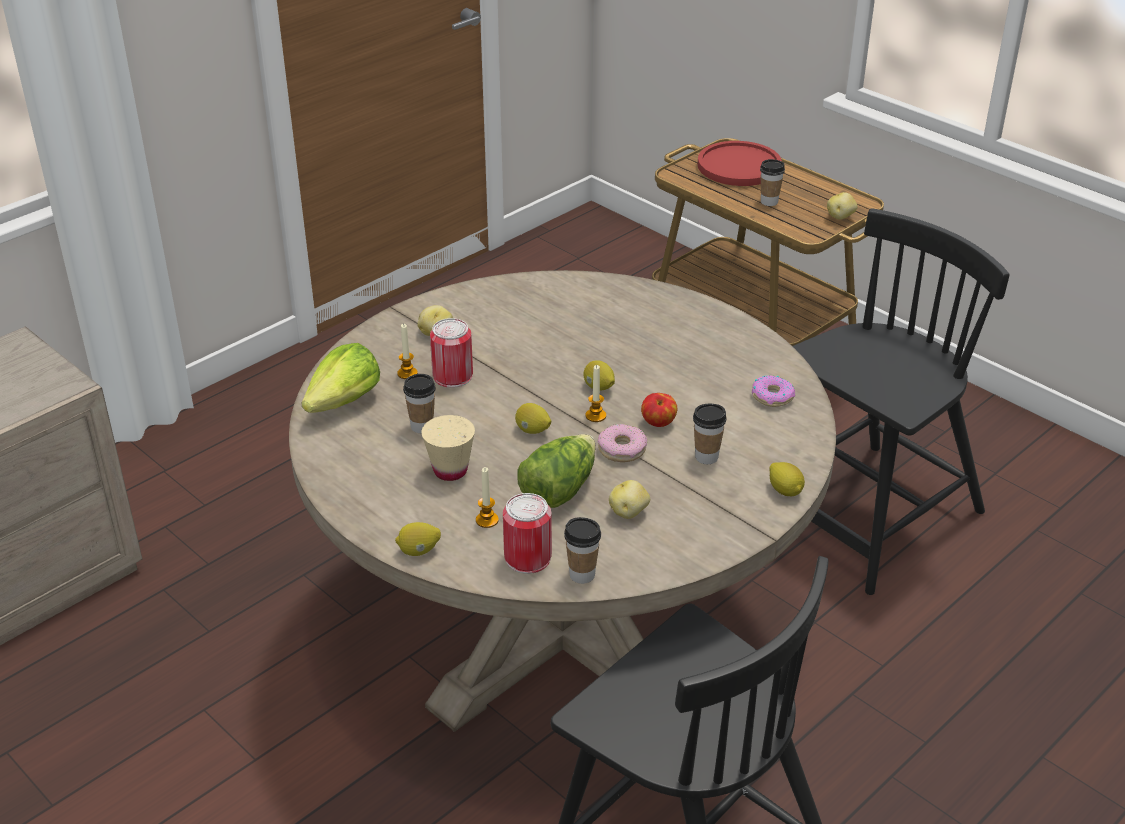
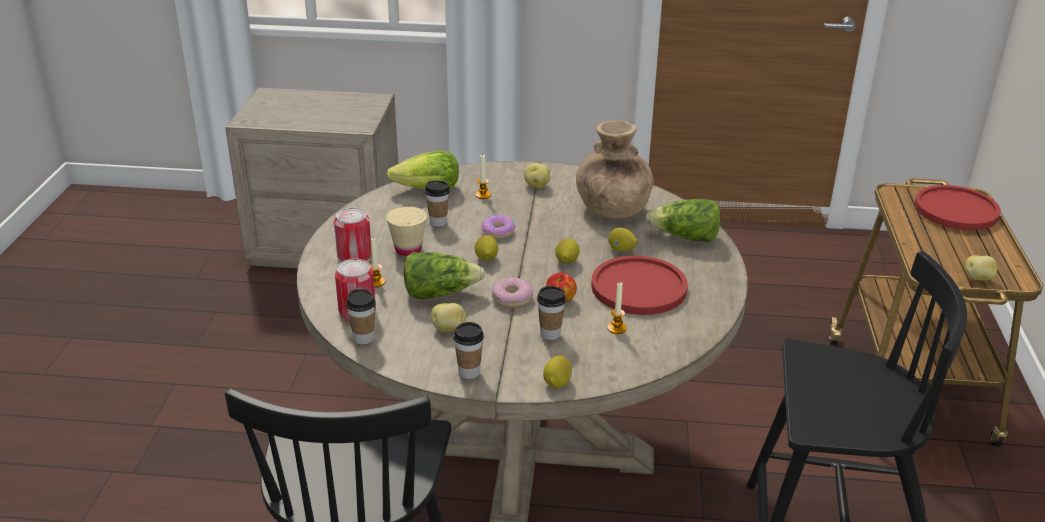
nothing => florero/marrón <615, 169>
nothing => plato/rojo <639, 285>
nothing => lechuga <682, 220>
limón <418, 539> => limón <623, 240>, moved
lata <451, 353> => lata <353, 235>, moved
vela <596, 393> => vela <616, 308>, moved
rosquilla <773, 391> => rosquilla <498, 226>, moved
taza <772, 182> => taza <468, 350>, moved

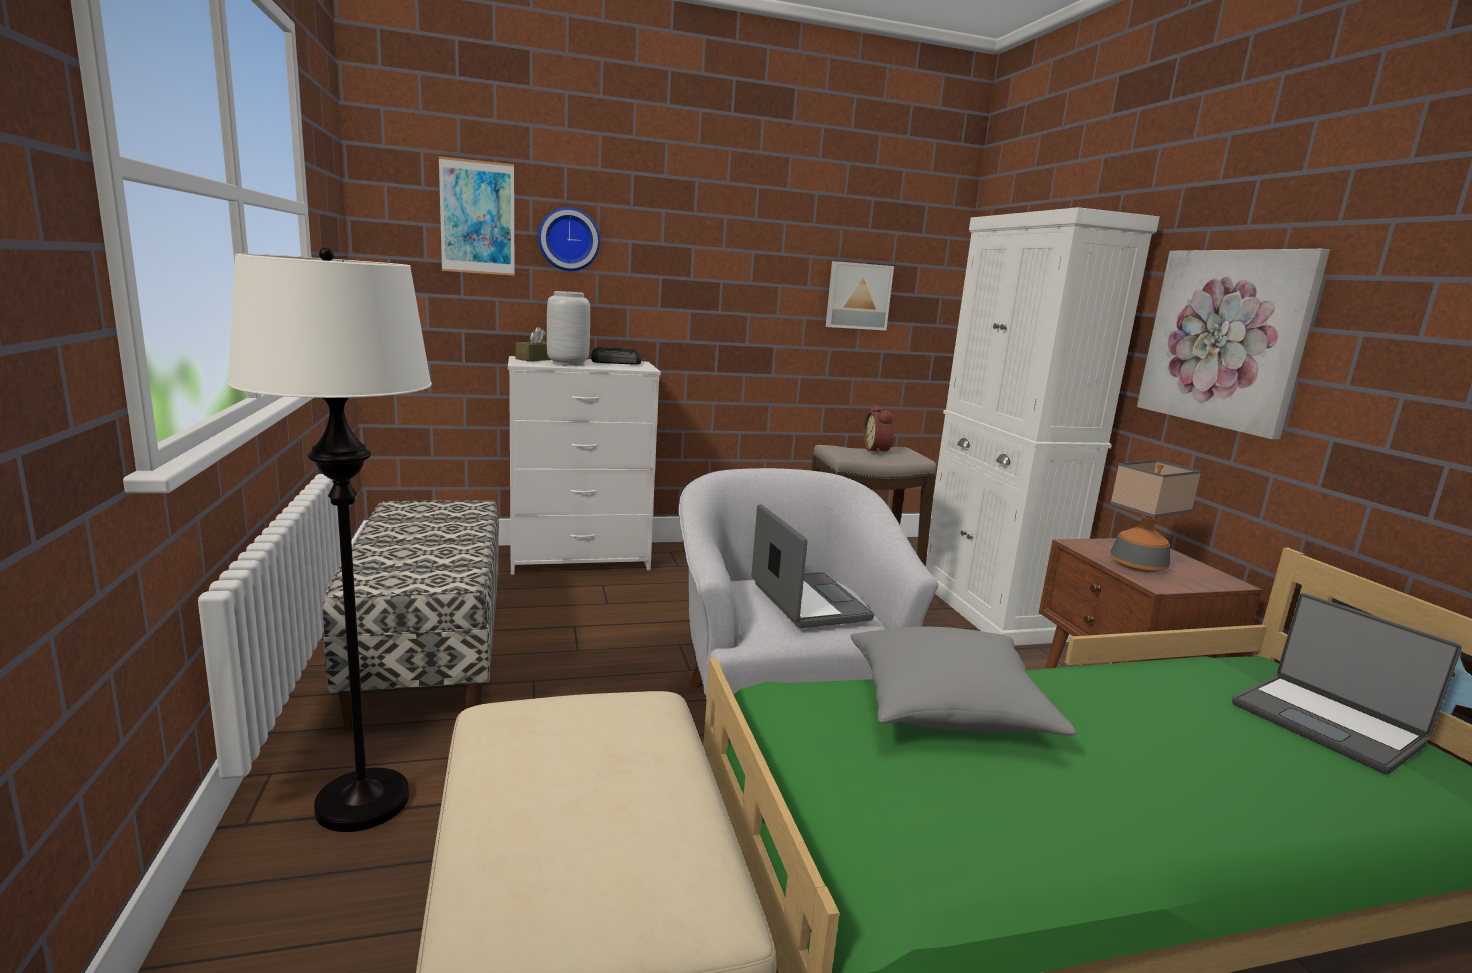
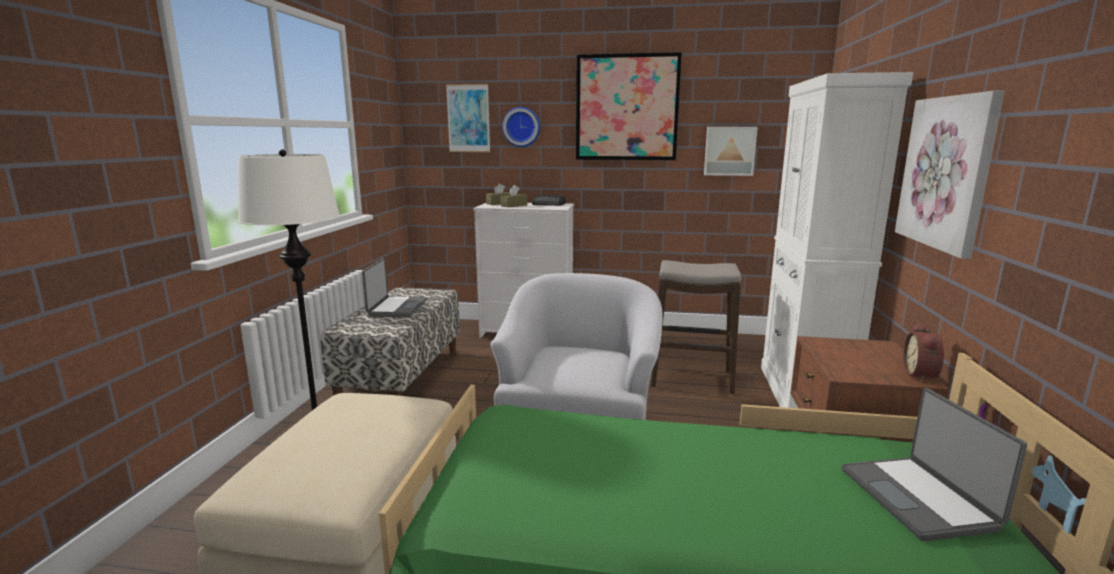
cojín/gris <963, 681> => nothing
lámpara de mesa <1156, 516> => nothing
nothing => cuadro <629, 106>
portátil <812, 566> => portátil <394, 287>, moved
despertador <878, 429> => despertador <923, 352>, moved
florero/gris <568, 328> => caja de pañuelos/marrón <513, 196>

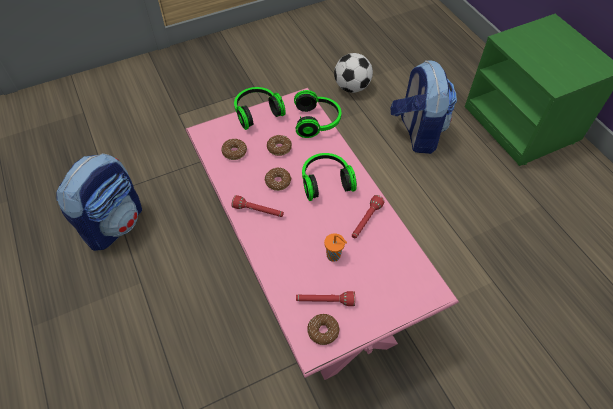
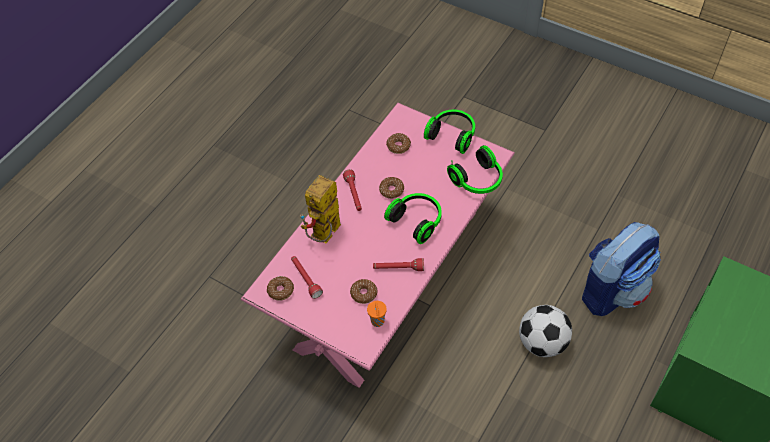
mochila <99, 202> => nothing
nothing => robot de juguete <320, 209>
rosquilla <279, 145> => rosquilla <364, 291>, moved
taza/naranja <335, 247> => taza/naranja <377, 314>, moved
balón de fútbol <353, 73> => balón de fútbol <545, 331>, moved

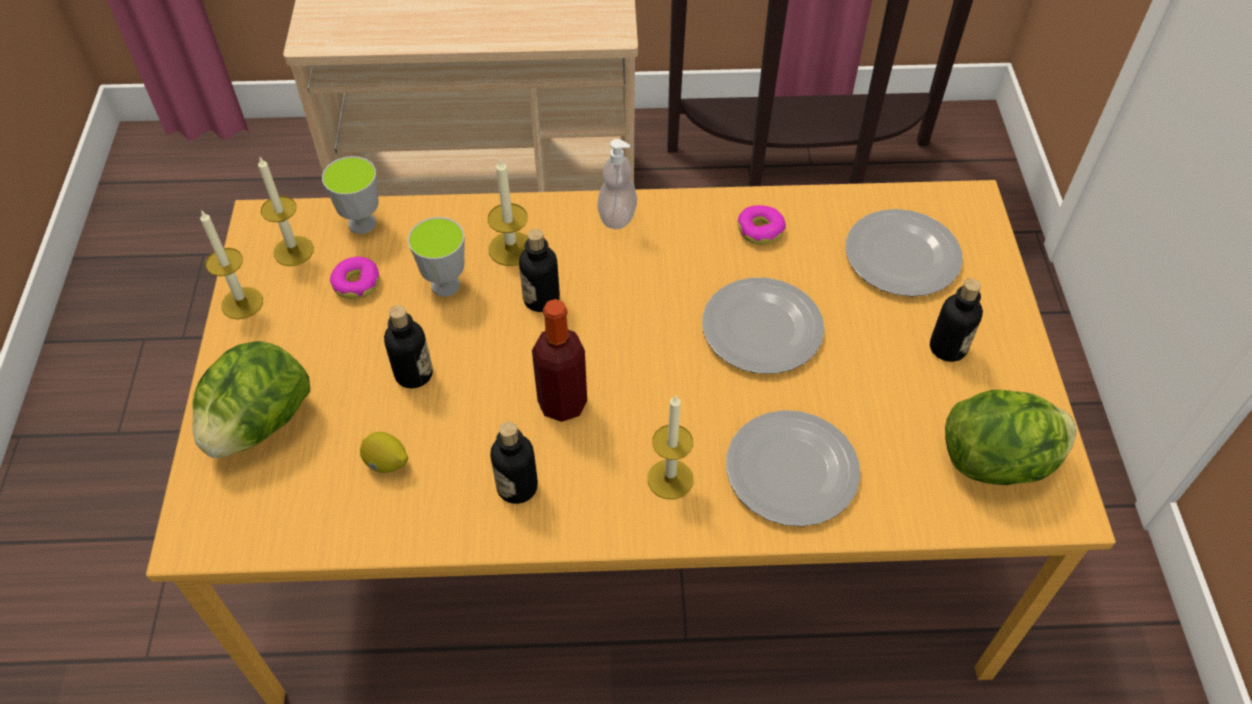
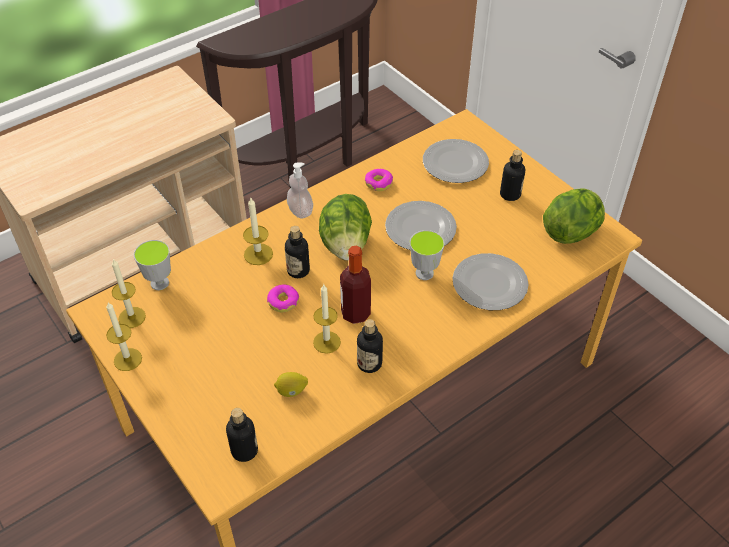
lechuga <251, 399> => lechuga <345, 227>, moved
rosquilla <354, 278> => rosquilla <283, 298>, moved
botella <408, 346> => botella <242, 435>, moved
taza <436, 257> => taza <427, 255>, moved
vela <670, 446> => vela <327, 319>, moved

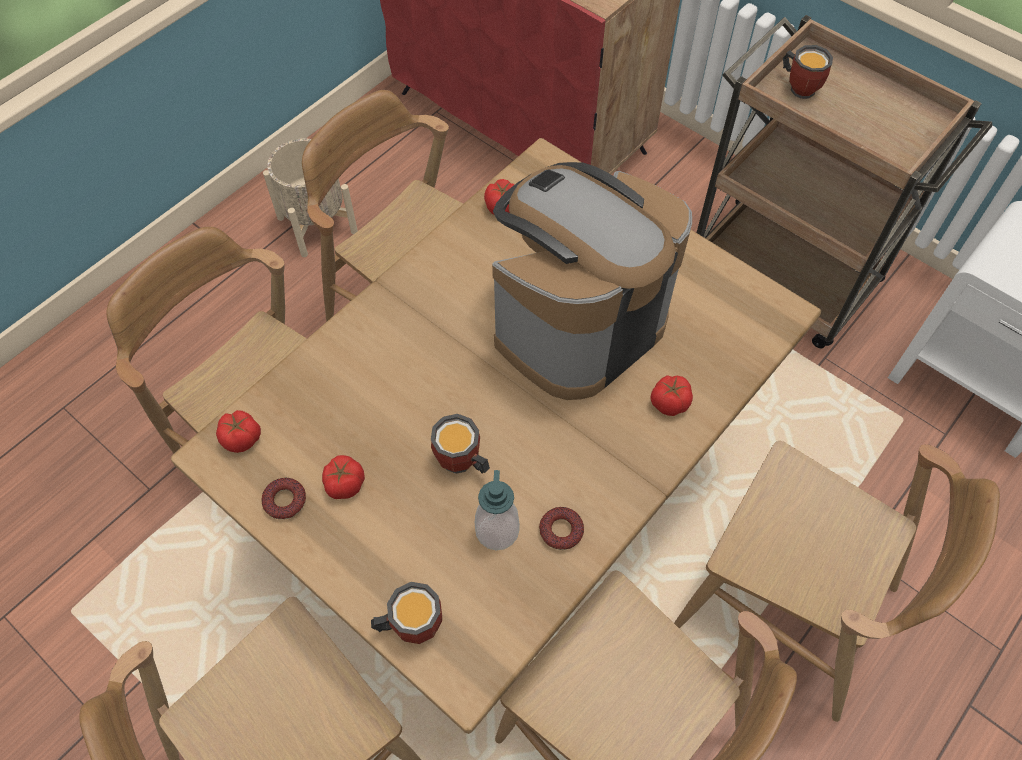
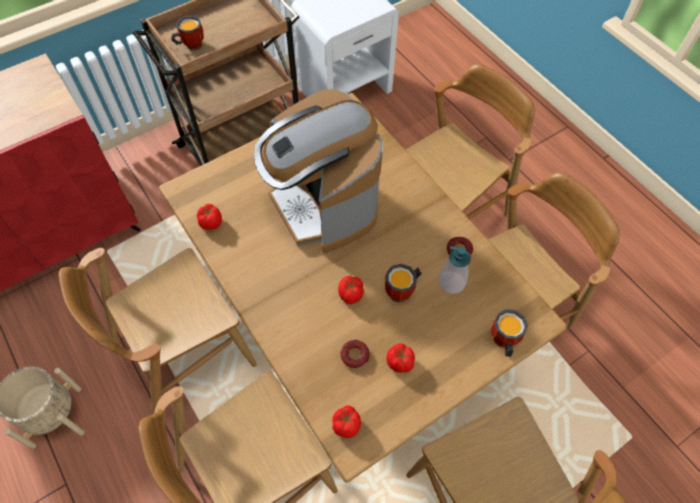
rosquilla <284, 499> => rosquilla <355, 354>, moved
tomate <672, 395> => tomate <351, 290>, moved

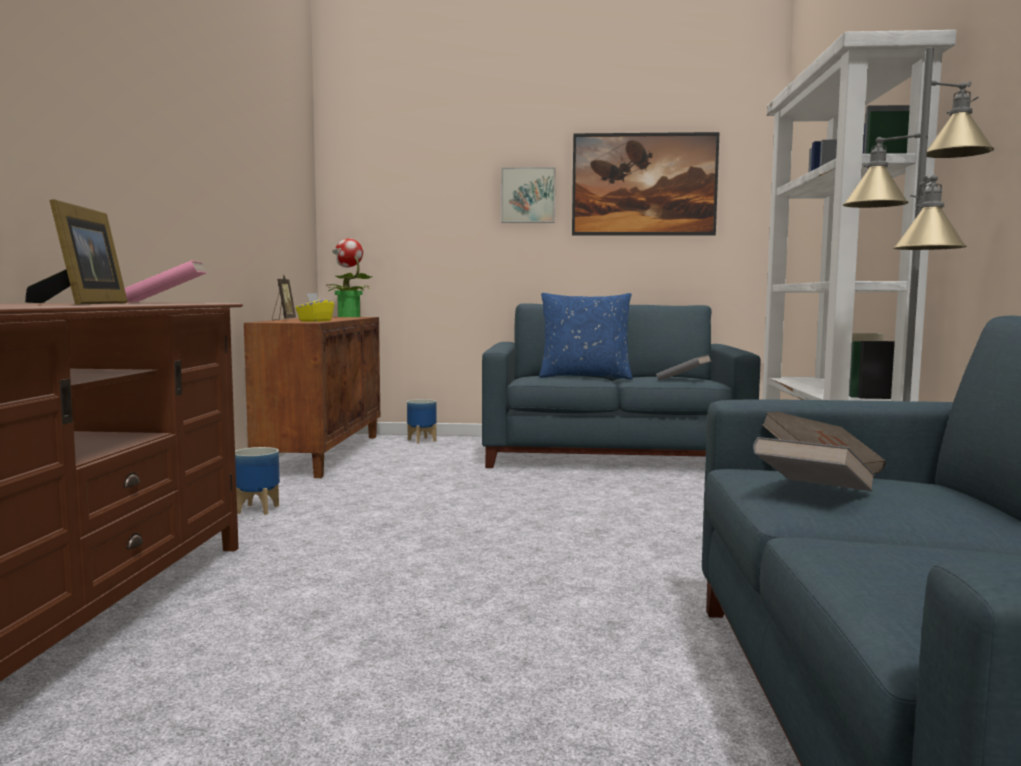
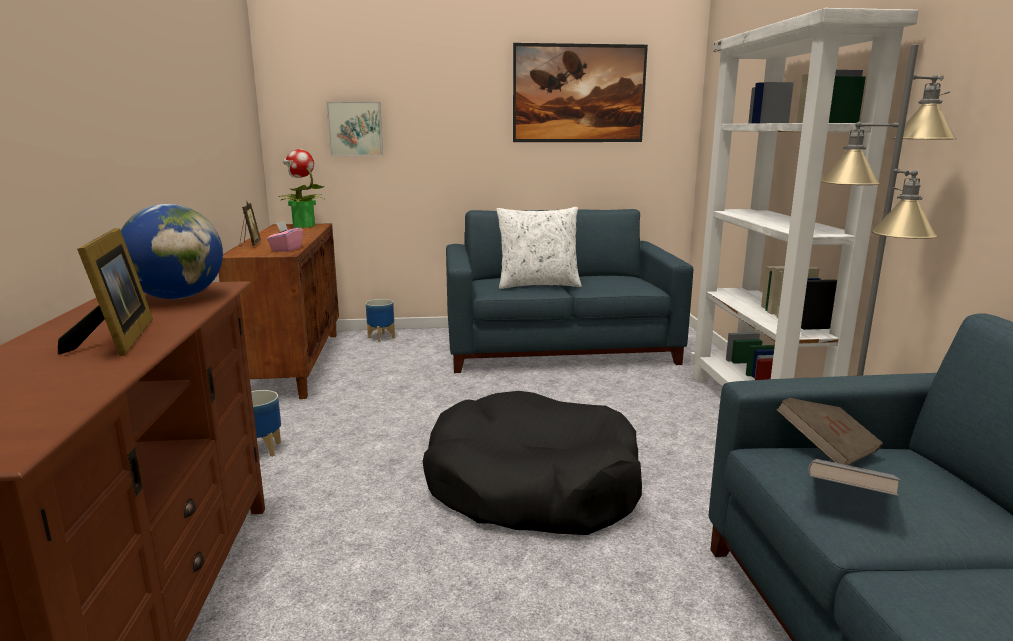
libro/gris <683, 367> => nothing
nothing => cama para perro/negro <532, 463>
cuadro <528, 195> => cuadro <354, 129>, moved
libro/rosa <166, 281> => globo terráqueo <172, 251>
caja de pañuelos/amarillo <314, 307> => caja de pañuelos/rosa <285, 236>
cojín/azul <586, 336> => cojín/blanco <539, 248>

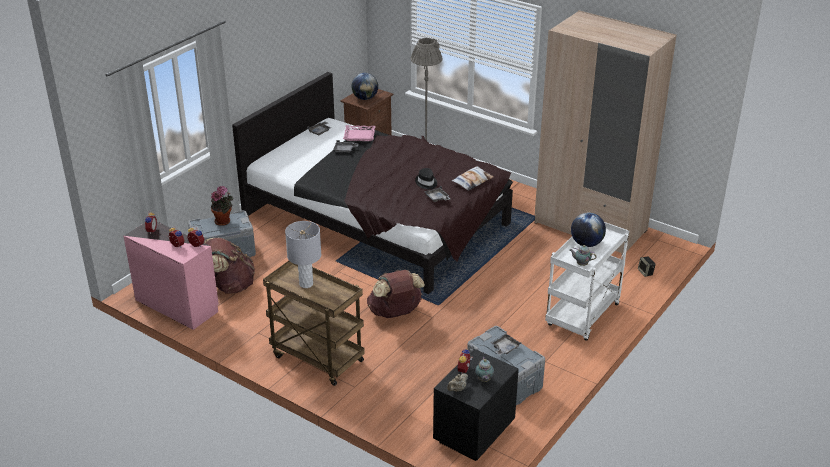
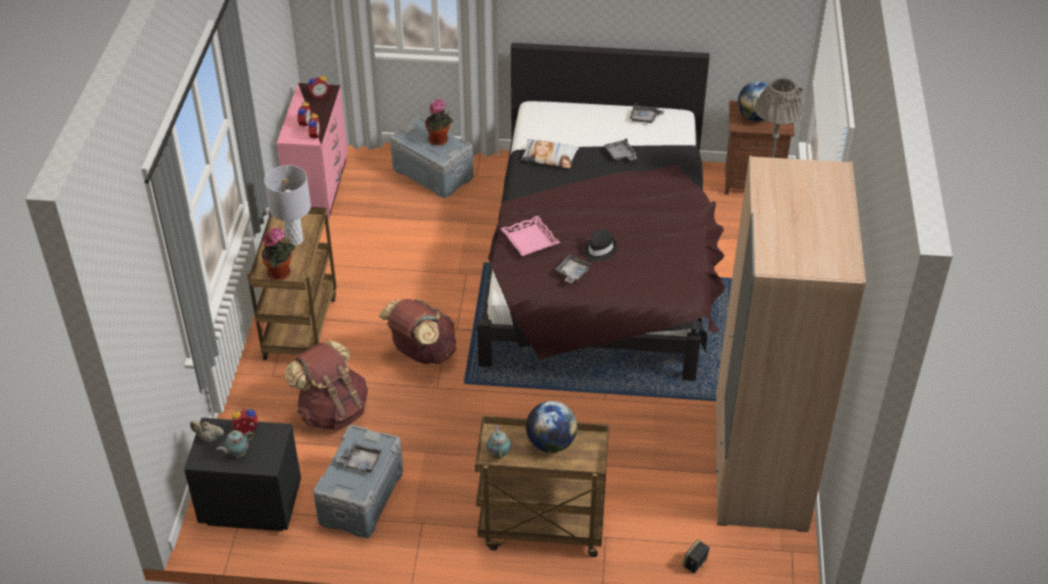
nothing => planta en maceta <278, 253>
mochila/marrón <229, 266> => mochila/marrón <326, 385>, moved
bandeja/rosa <359, 133> => bandeja/rosa <530, 236>, moved
cojín <472, 178> => cojín <550, 153>, moved
carrito/blanco <587, 281> => carrito/marrón <542, 486>

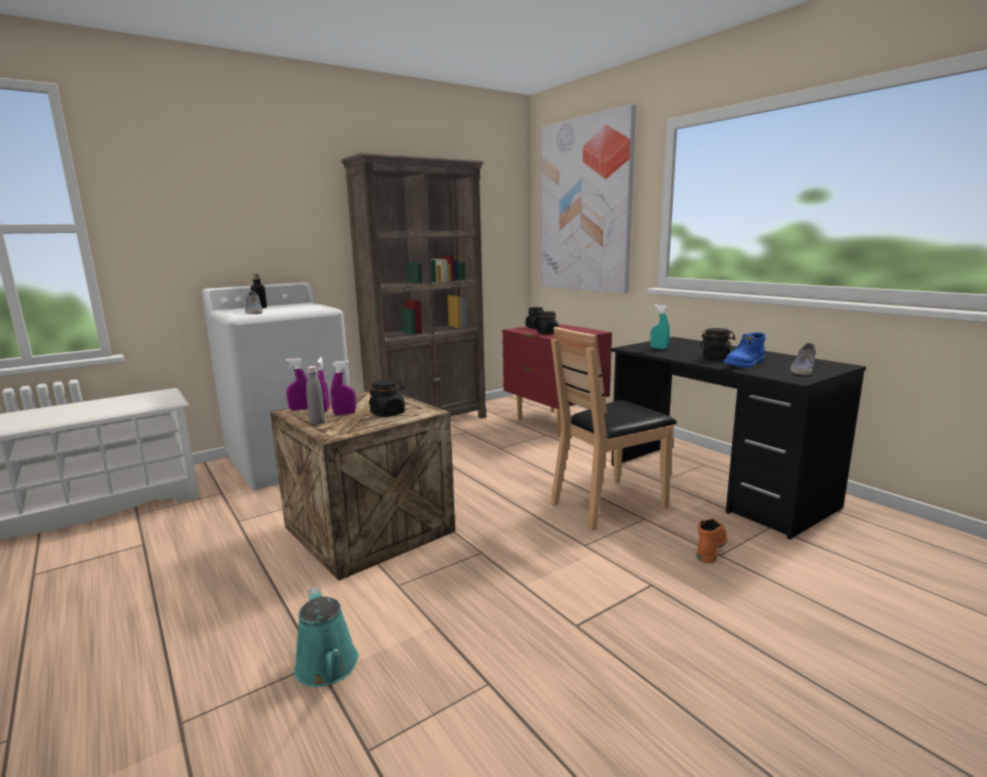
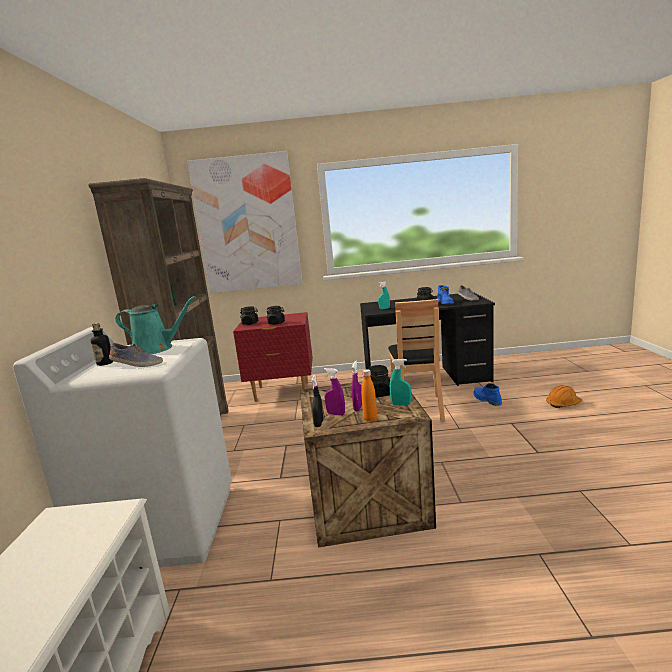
nothing => pulverizador/turquesa <400, 382>
nothing => casco/naranja <564, 396>
regadera/turquesa <326, 637> => regadera/turquesa <156, 325>, moved
pulverizador/morado <297, 384> => pulverizador/negro <317, 401>
botella/gris <315, 395> => botella/naranja <369, 395>
bota/naranja <712, 541> => bota/azul <487, 394>

